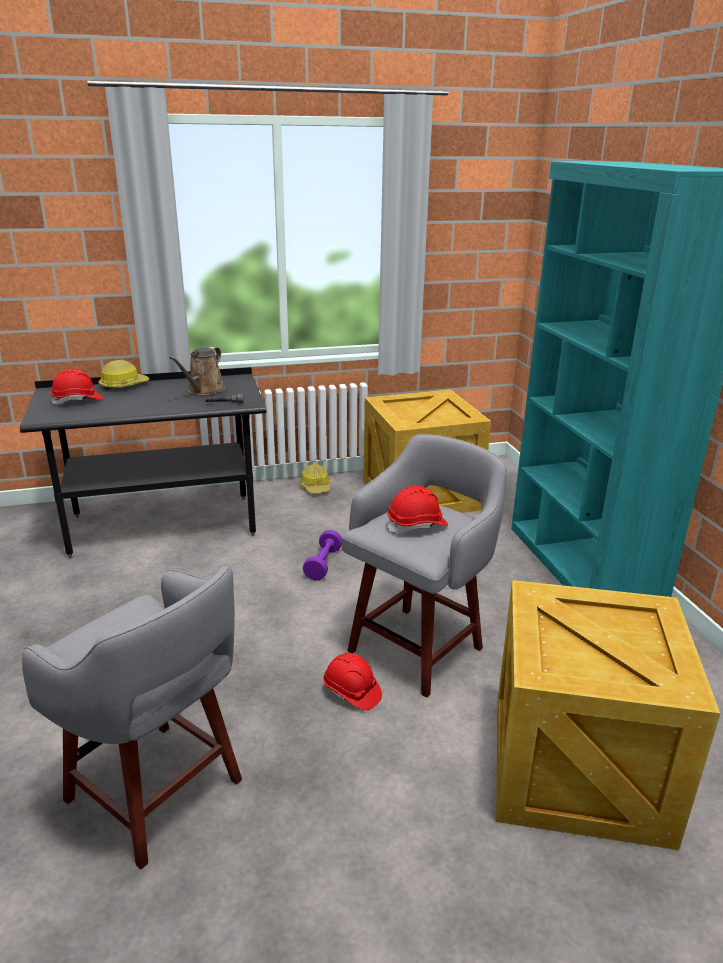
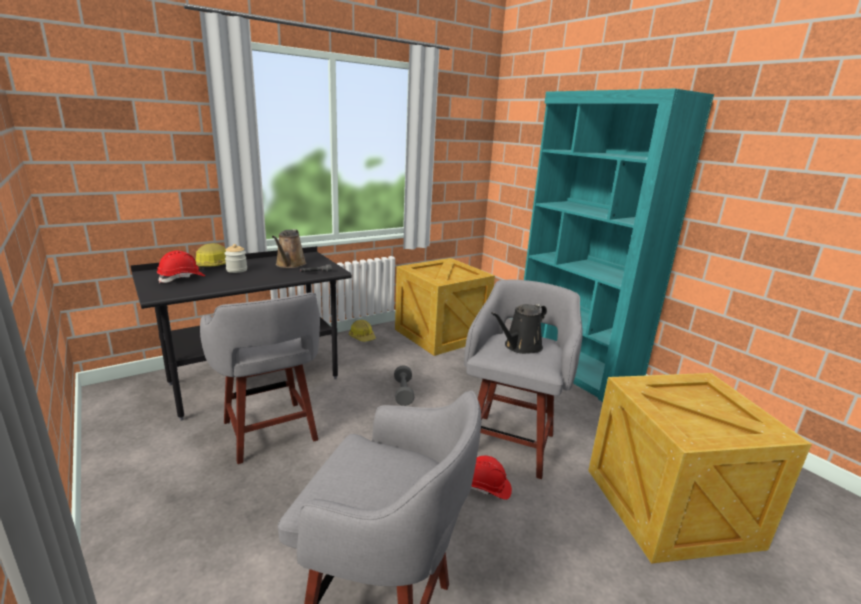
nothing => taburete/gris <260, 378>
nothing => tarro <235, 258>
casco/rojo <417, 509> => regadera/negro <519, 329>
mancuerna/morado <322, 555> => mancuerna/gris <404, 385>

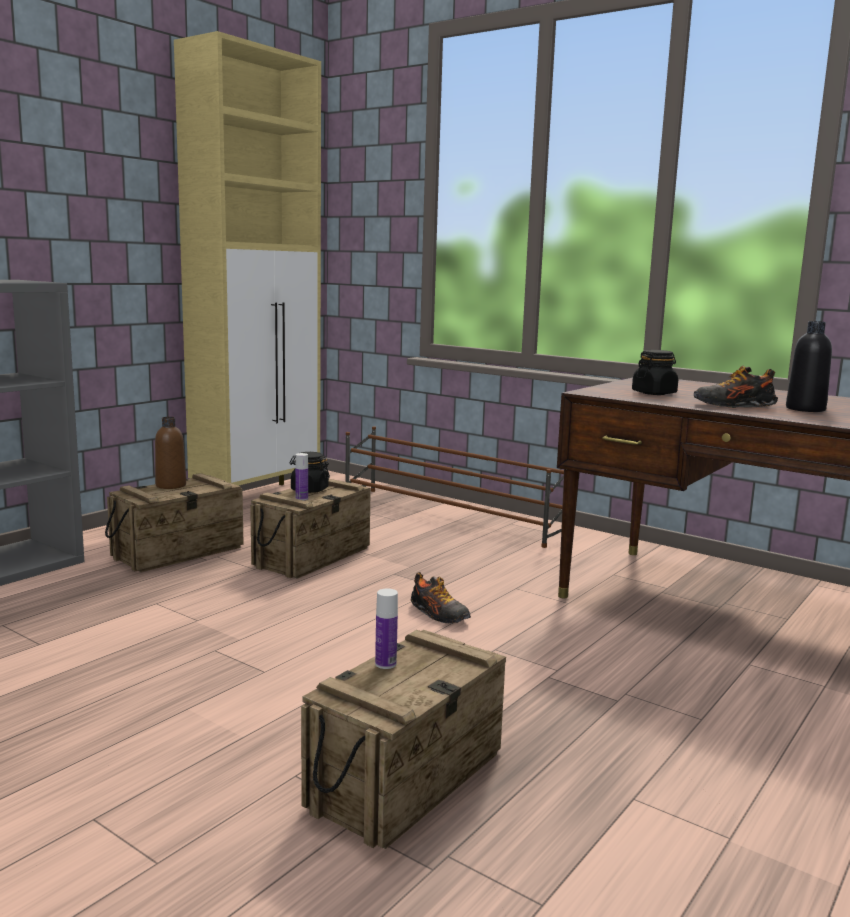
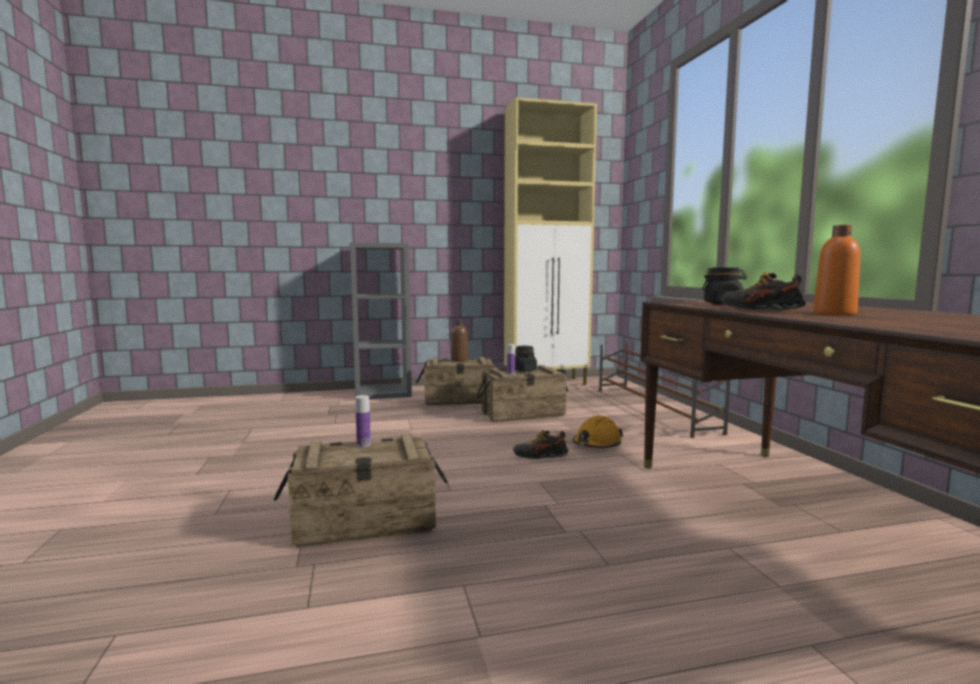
nothing => casco/naranja <598, 432>
botella/negro <809, 366> => botella/naranja <836, 270>
zapato <441, 598> => zapato <541, 444>, 90 degrees clockwise

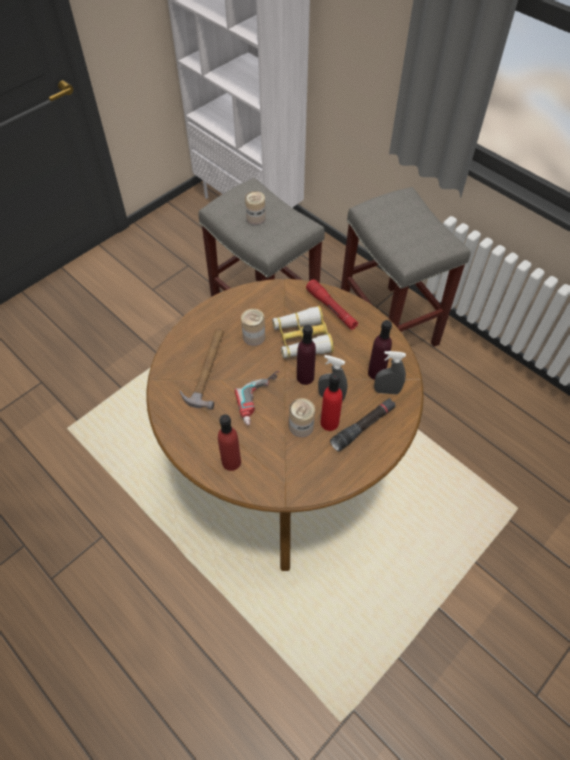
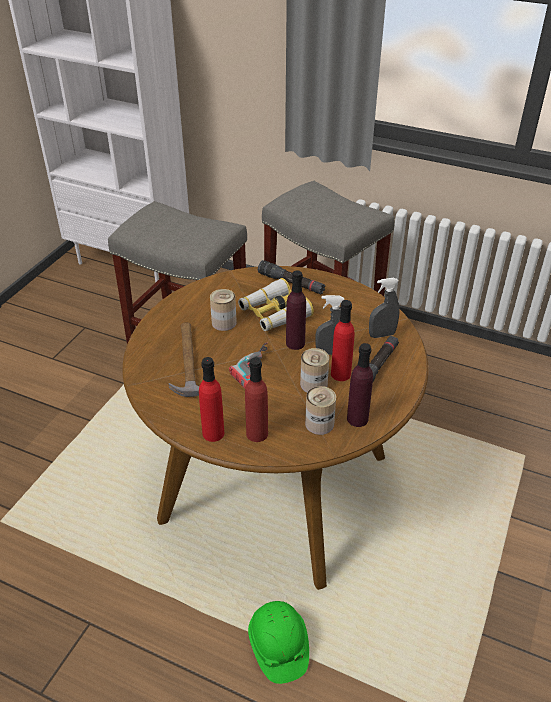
nothing => botella/rojo <211, 399>
nothing => casco/verde <278, 642>
lata <255, 208> => lata <320, 410>, moved
botella/morado <380, 350> => botella/morado <360, 385>, moved
linterna/rojo <332, 304> => linterna/negro <291, 277>

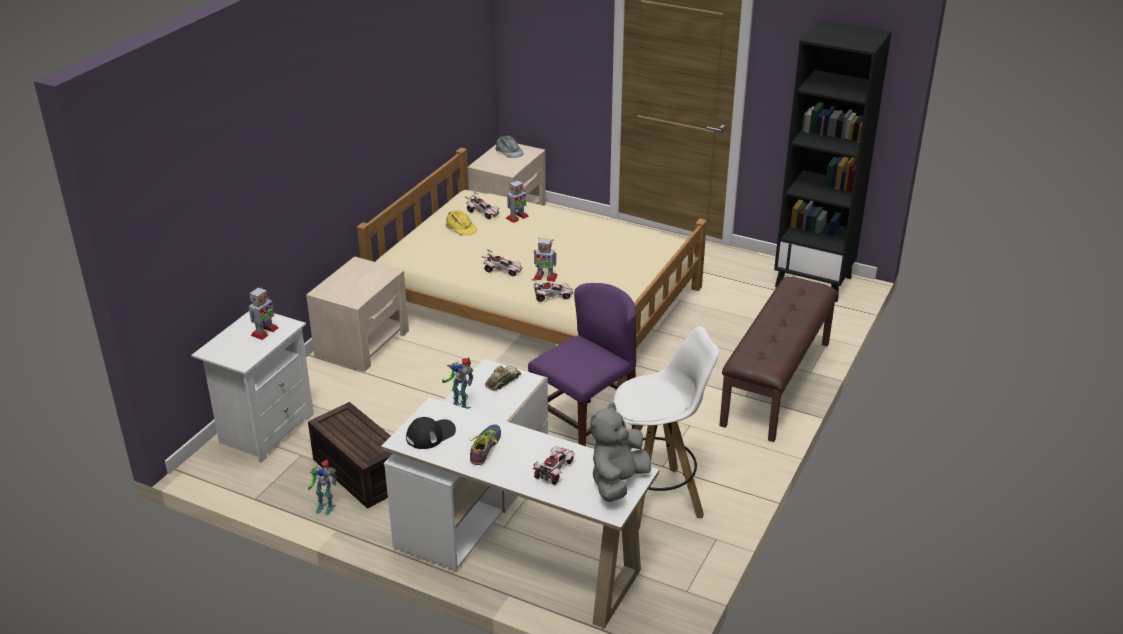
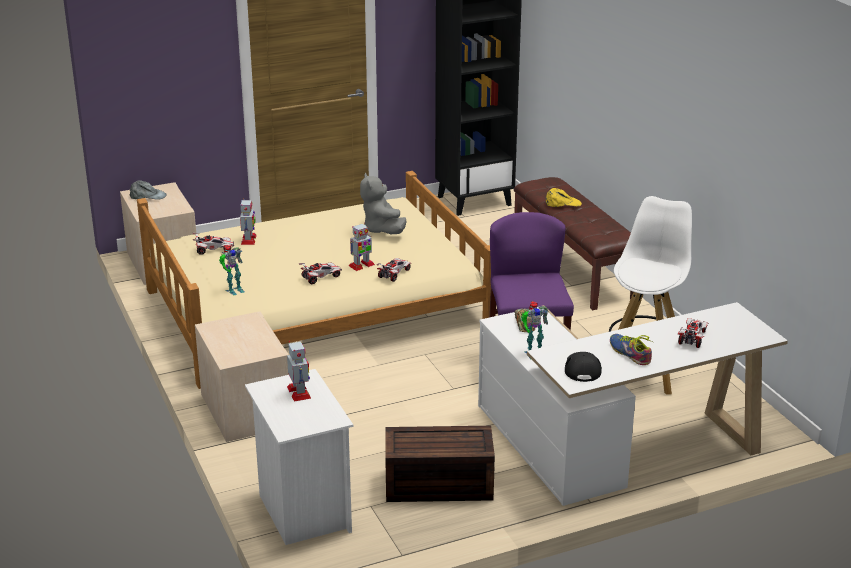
robot de juguete <322, 487> => robot de juguete <231, 270>, moved
gorra/amarillo <461, 222> => gorra/amarillo <563, 197>, moved
peluche/gris <621, 452> => peluche/gris <383, 203>, moved
coche de juguete <554, 465> => coche de juguete <693, 333>, 45 degrees clockwise

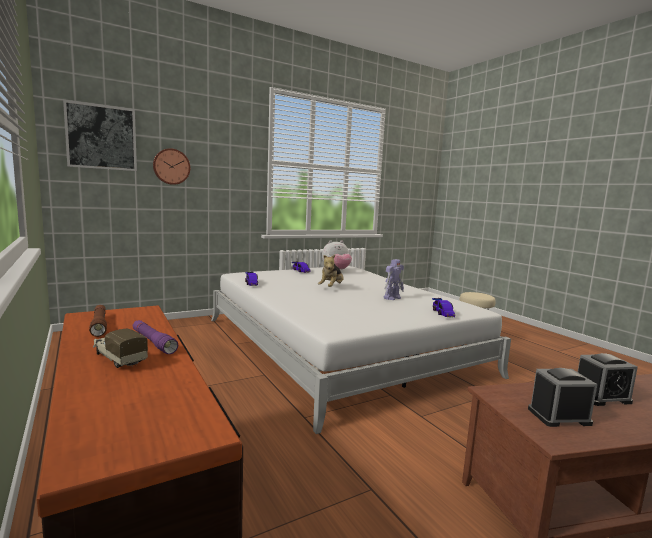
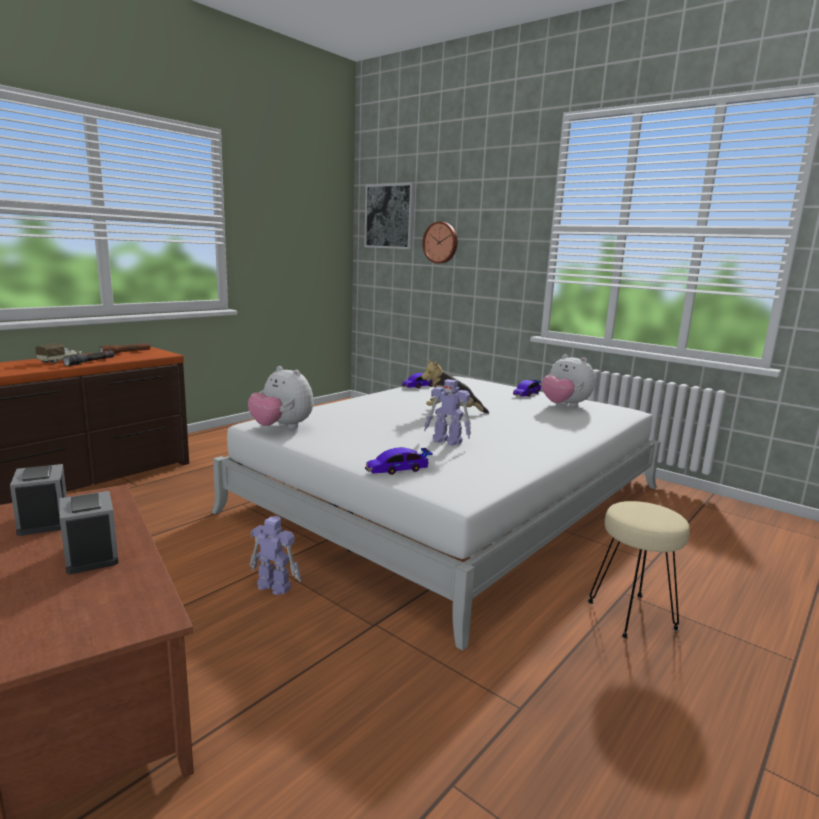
nothing => peluche <280, 397>
nothing => robot de juguete <275, 555>
linterna/morado <155, 337> => linterna/negro <89, 358>

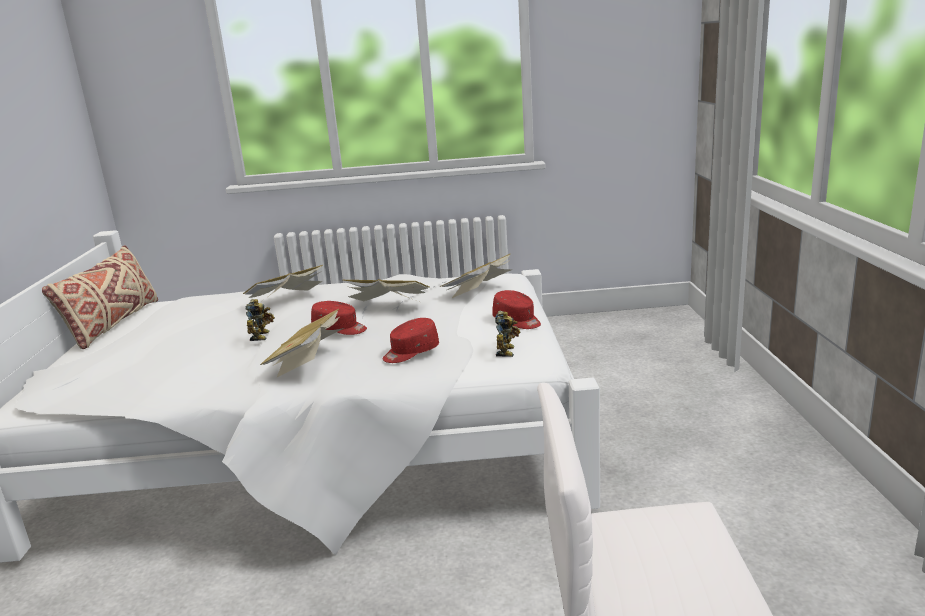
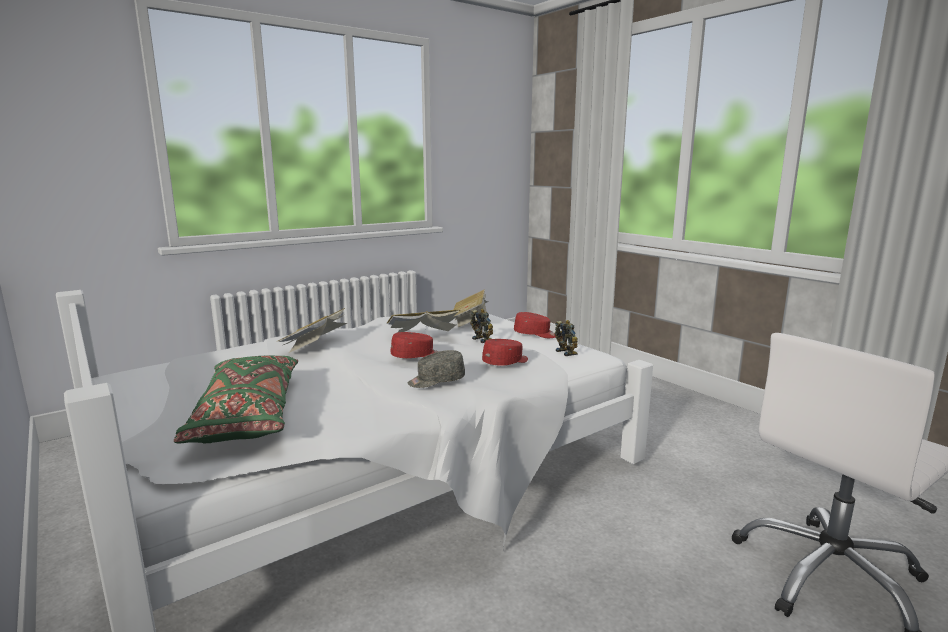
cojín/beis <100, 297> => nothing
nothing => cojín/verde <236, 399>
robot de juguete <260, 320> => robot de juguete <481, 326>, moved
libro <302, 343> => gorra/gris <436, 369>
gorra/rojo <410, 340> => gorra/rojo <505, 352>, 150 degrees counterclockwise

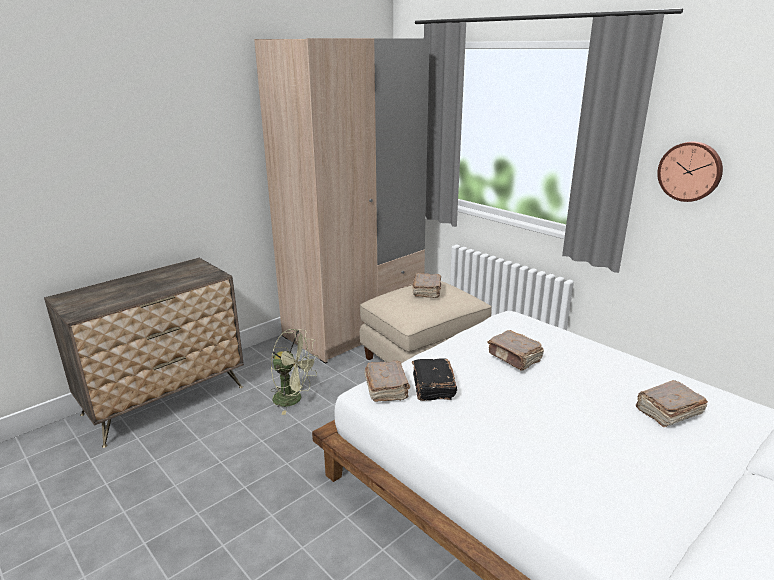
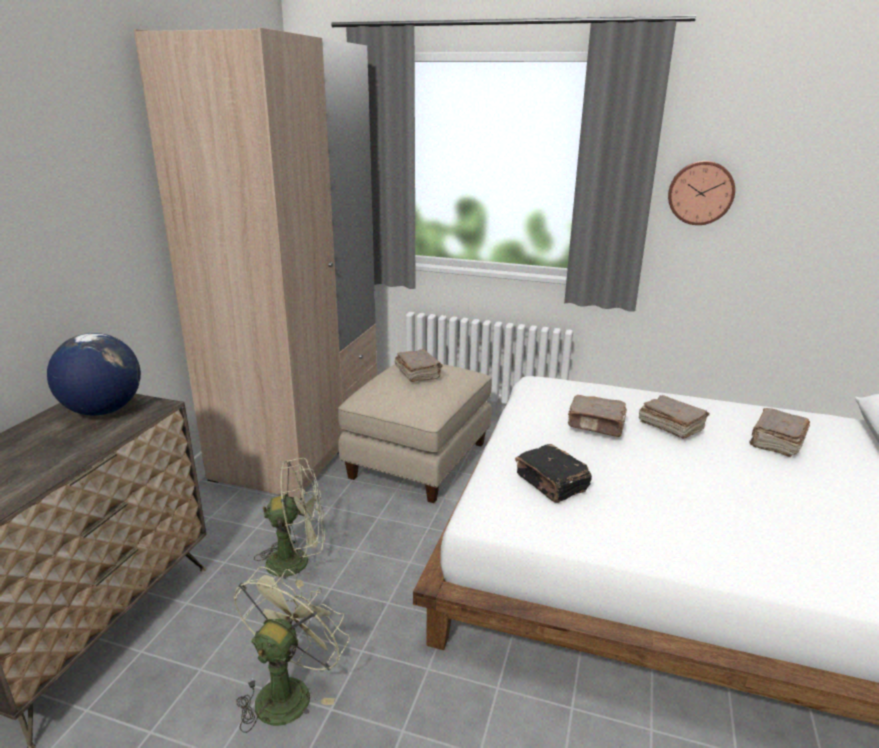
nothing => globo terráqueo <94, 374>
nothing => ventilador/verde <292, 650>
libro/marrón <387, 381> => libro/marrón <674, 417>, moved

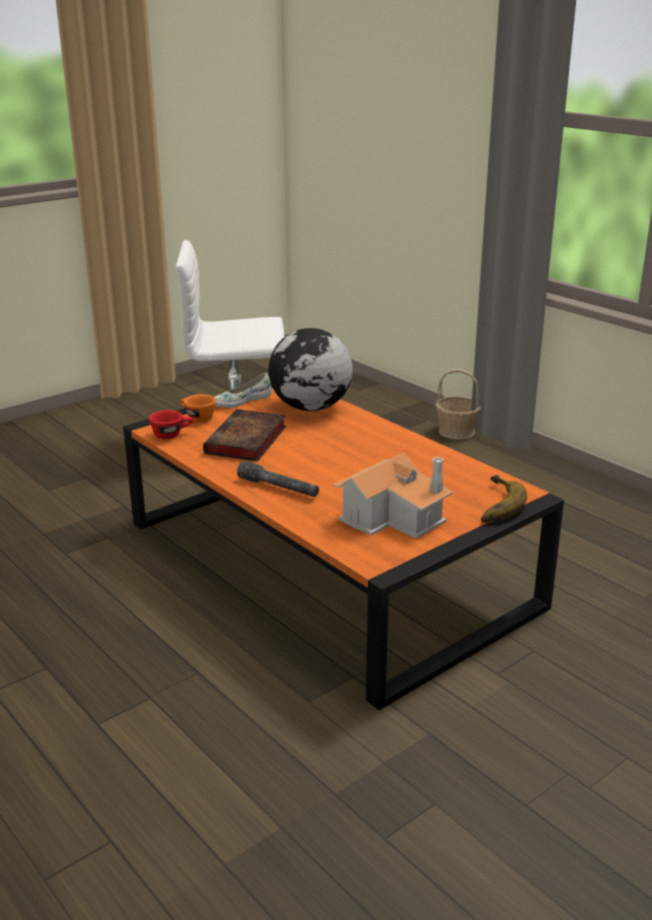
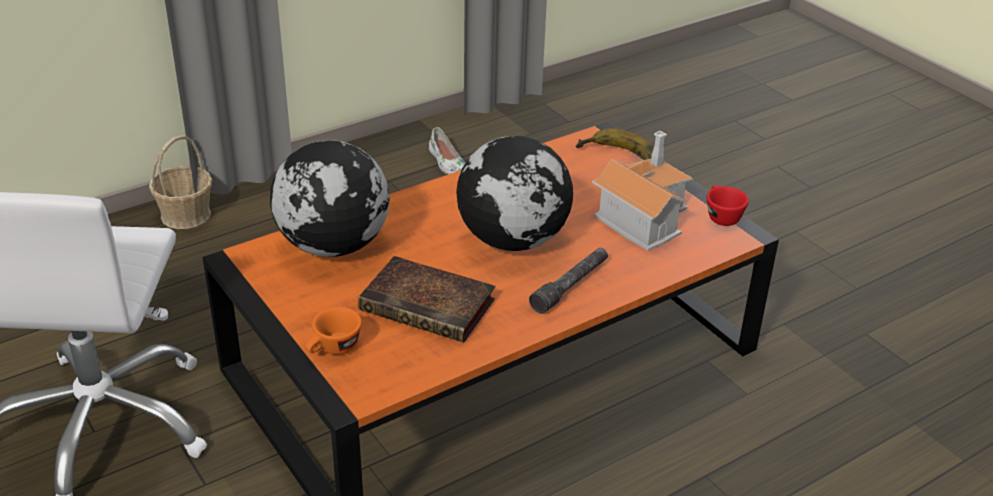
nothing => globo terráqueo <514, 193>
taza/rojo <171, 424> => taza/rojo <727, 205>, moved
zapato/blanco <243, 390> => zapato/blanco <447, 150>, moved

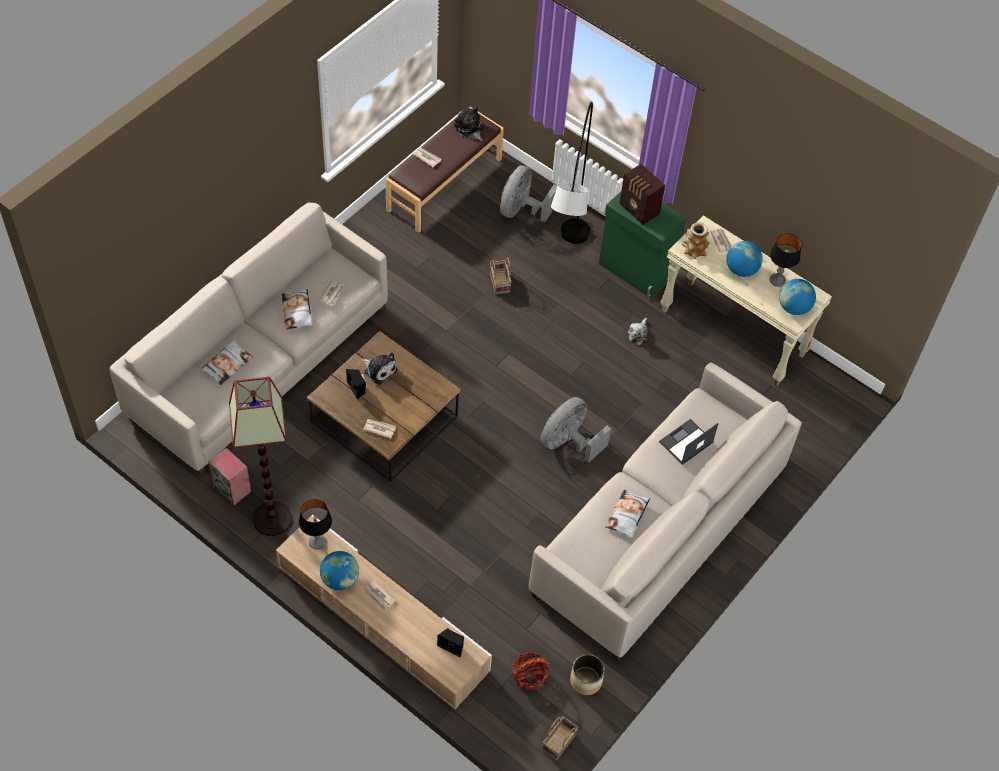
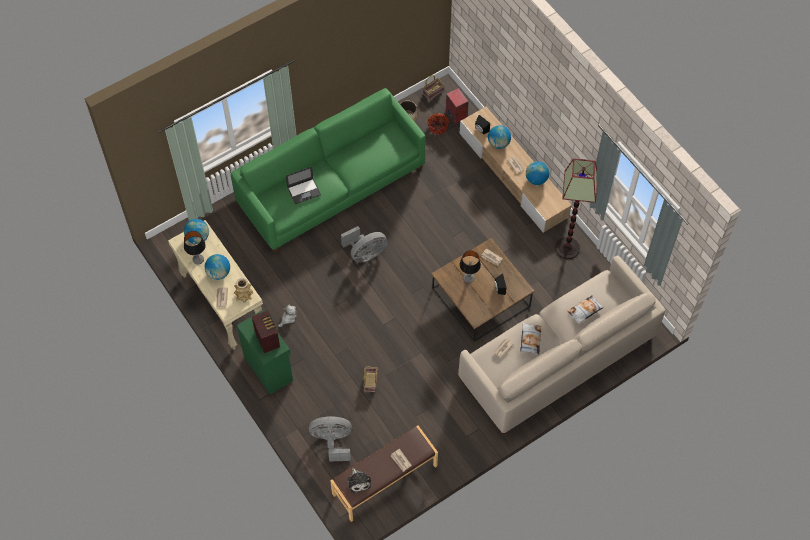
peluche <379, 368> => nothing
lámpara de pie/gris <572, 172> => nothing
cojín <627, 514> => nothing
nothing => globo terráqueo <499, 137>
altavoz <229, 477> => altavoz <457, 106>, moved
lámpara de mesa <315, 524> => lámpara de mesa <470, 267>, moved
sofá/beis <665, 511> => sofá/verde <328, 170>
ventilador/gris <528, 193> => ventilador/gris <330, 439>, 135 degrees counterclockwise

